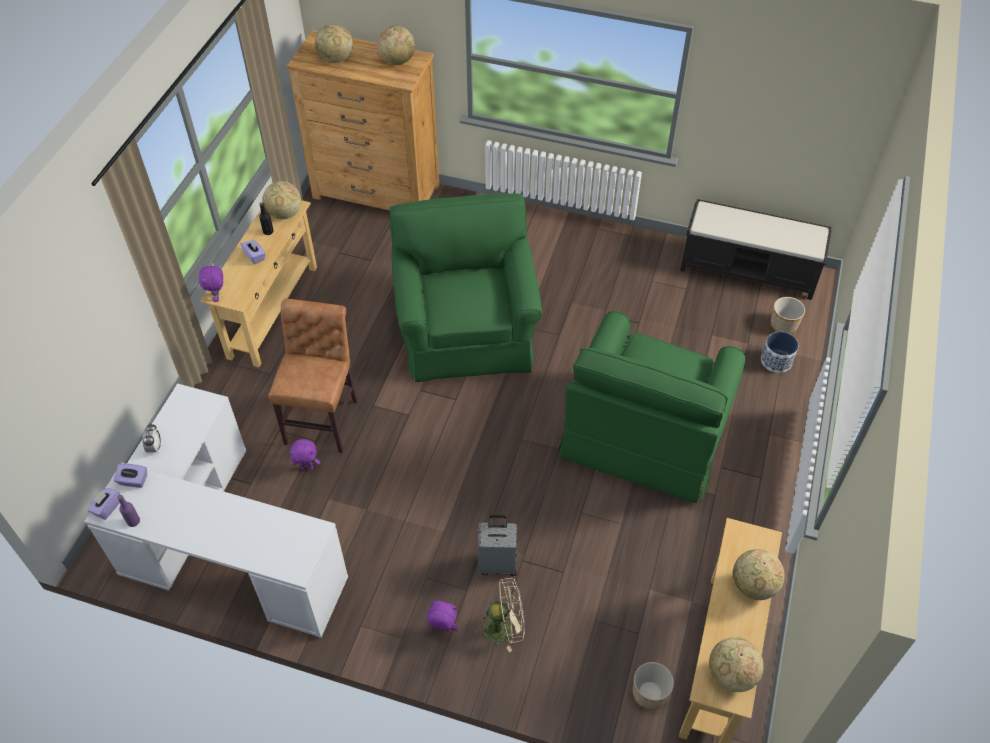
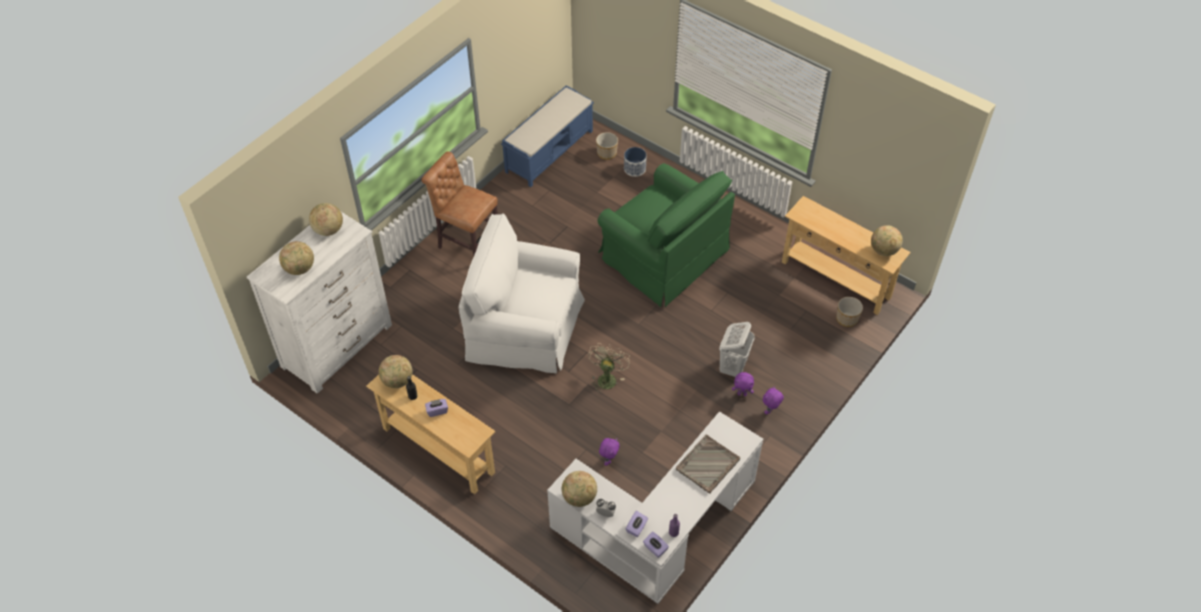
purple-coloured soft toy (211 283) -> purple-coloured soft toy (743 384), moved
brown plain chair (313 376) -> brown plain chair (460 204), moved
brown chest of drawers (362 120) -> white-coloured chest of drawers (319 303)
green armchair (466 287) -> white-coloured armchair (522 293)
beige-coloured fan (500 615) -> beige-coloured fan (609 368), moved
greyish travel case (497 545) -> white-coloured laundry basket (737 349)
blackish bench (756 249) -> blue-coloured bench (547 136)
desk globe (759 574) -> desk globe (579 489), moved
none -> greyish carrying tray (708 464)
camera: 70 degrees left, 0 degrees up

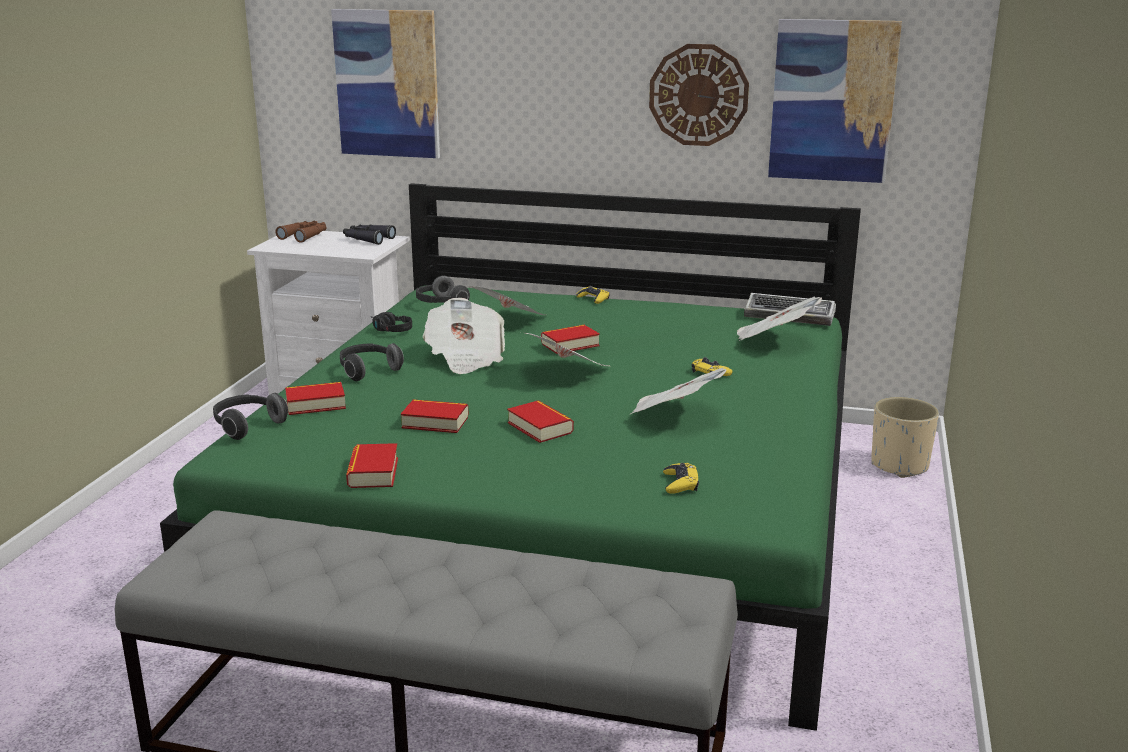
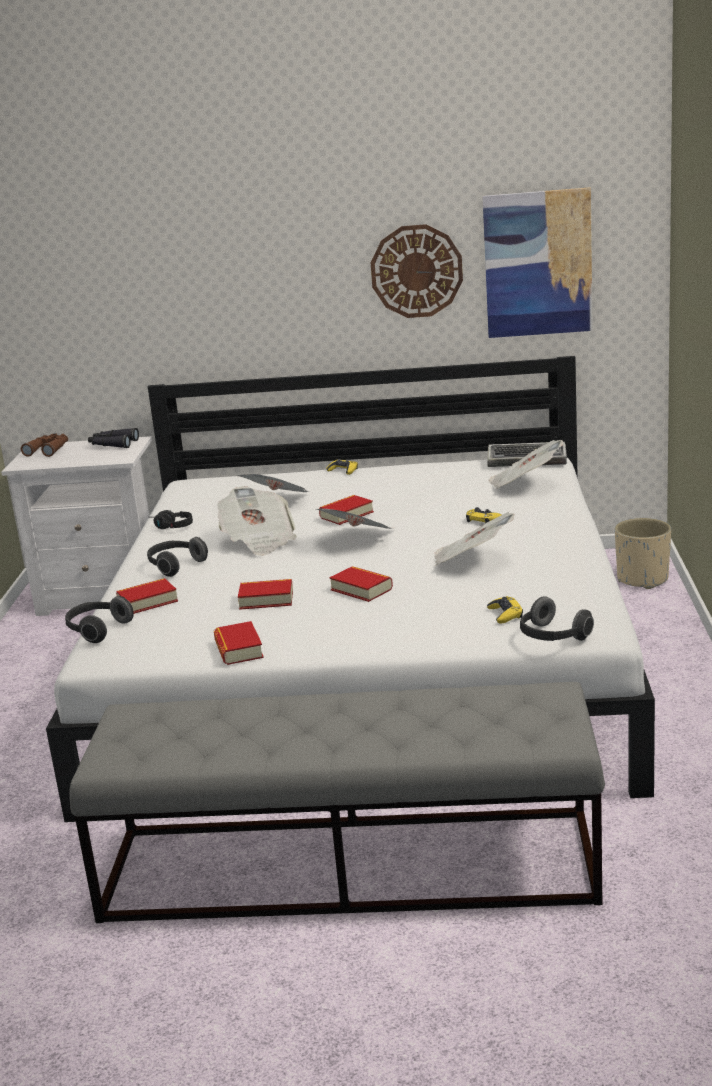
green bed (510 457) -> white-coloured bed (350 589)
picture (385 83) -> none
headphones (443 289) -> headphones (557 618), moved
camera: 10 degrees left, 0 degrees up

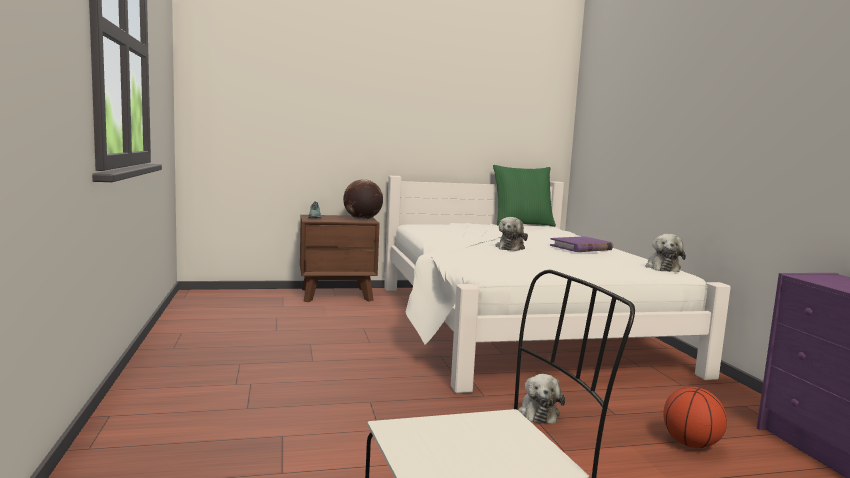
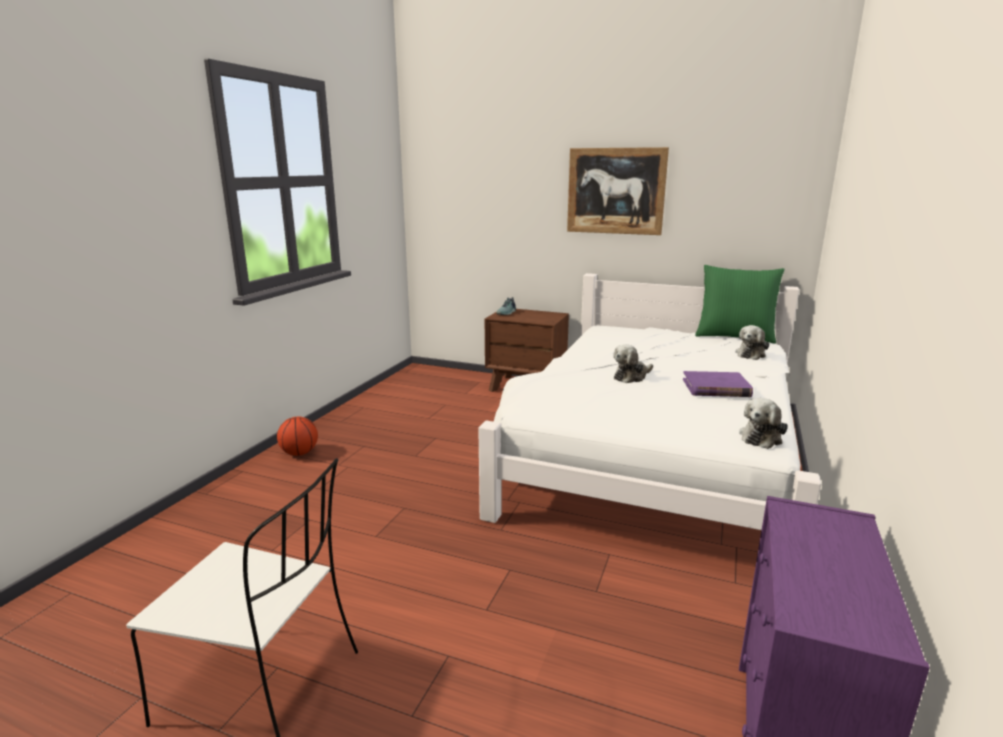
desk globe (363 199) -> none
soft toy (541 399) -> soft toy (752 342), moved
ball for basketball (695 417) -> ball for basketball (297 436), moved
none -> picture (618 191)
camera: 35 degrees right, 10 degrees up

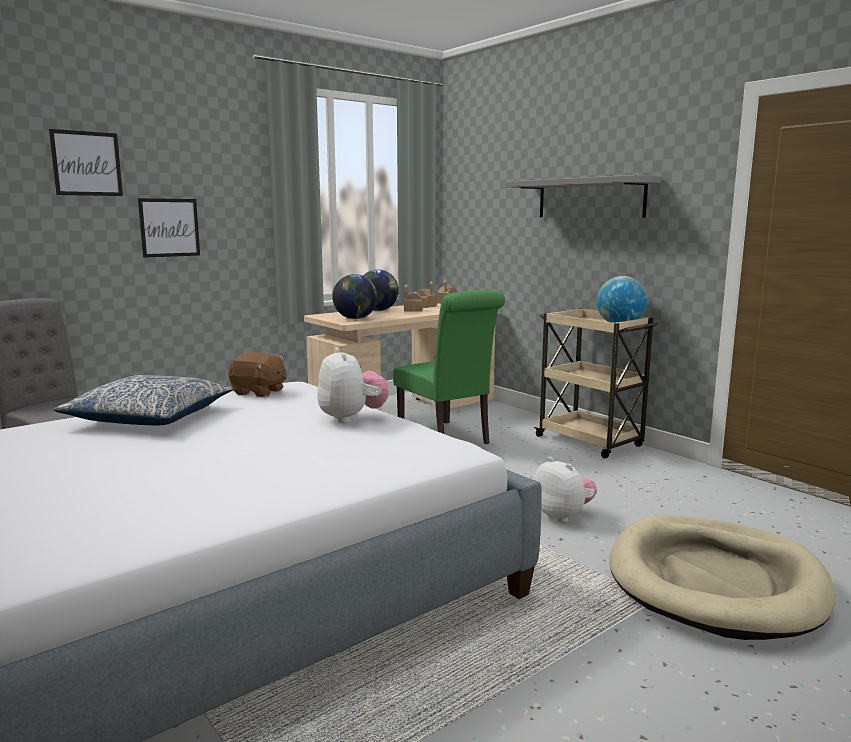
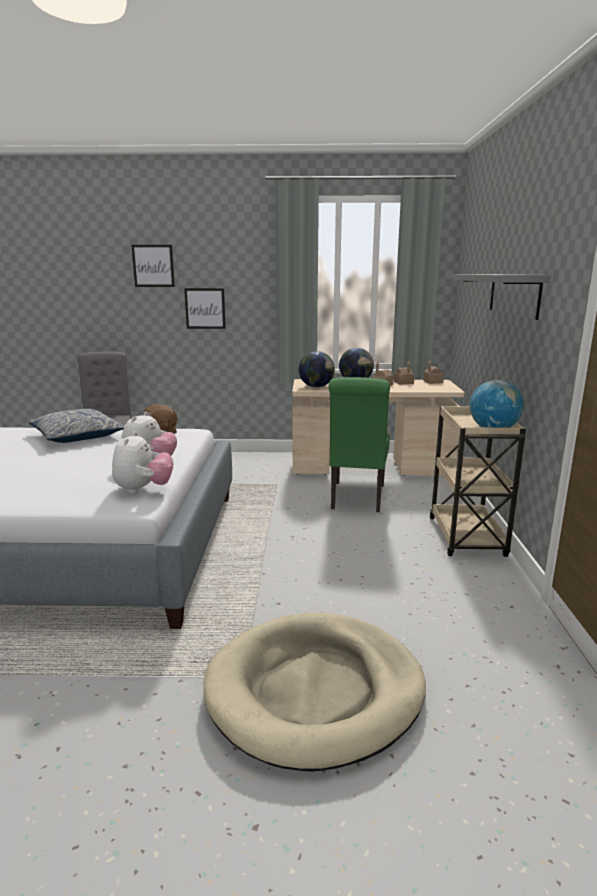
soft toy (565 490) -> soft toy (142 462), moved
camera: 40 degrees right, 5 degrees up

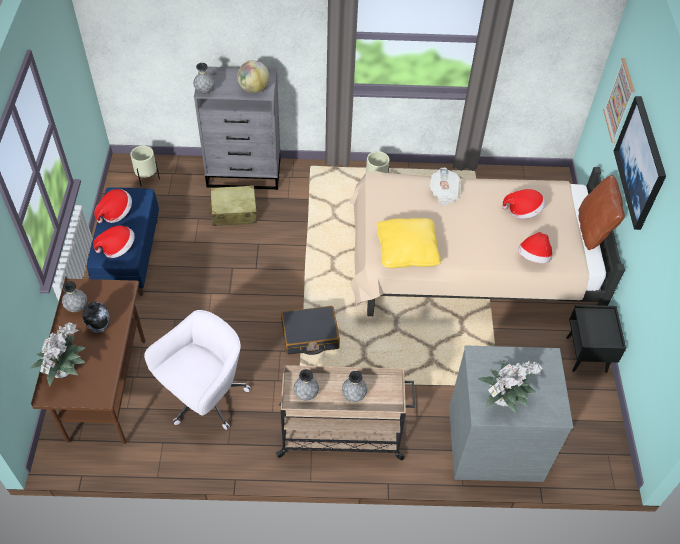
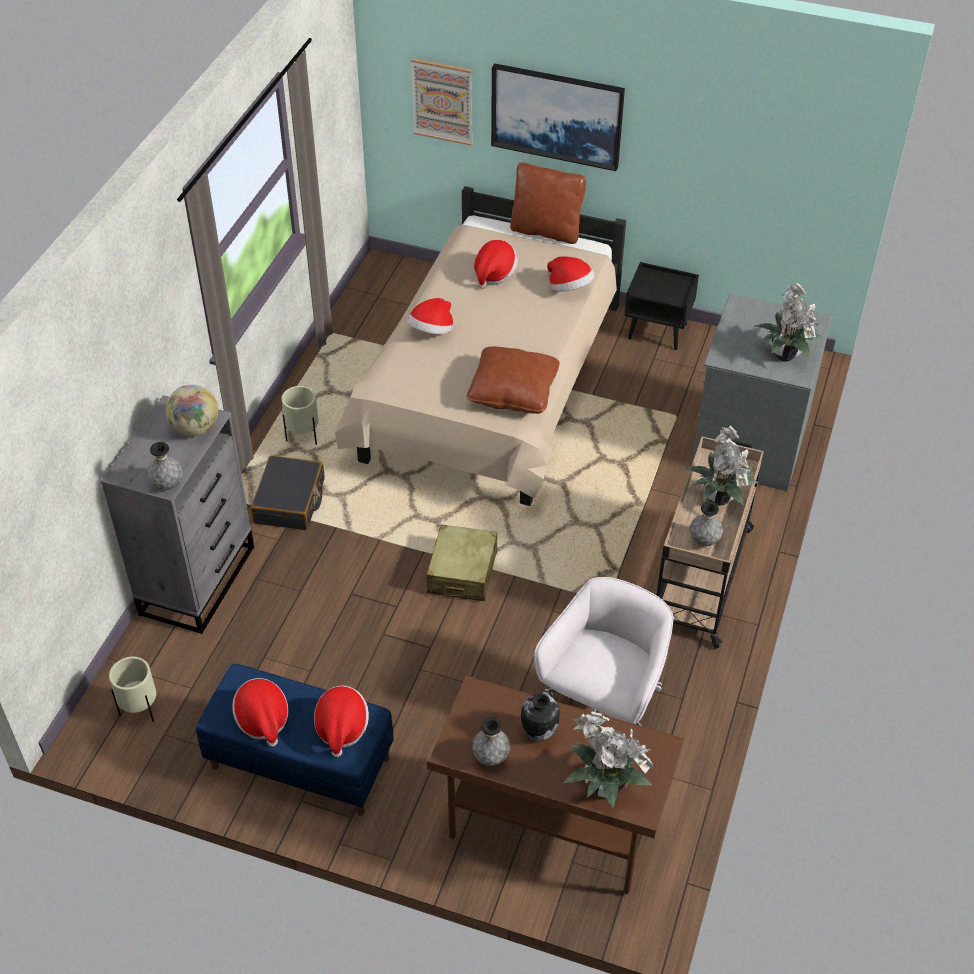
white-coloured computer chair (197 370) -> white-coloured computer chair (604 651), 60 degrees clockwise
beige-coloured travel case (232 205) -> beige-coloured travel case (461 563), moved
blackish travel case (310 330) -> blackish travel case (287 493), moved
greyish decorative vase (354 386) -> houseplant (721 466)
yellowish throw pillow (409 243) -> brown throw pillow (513 380)
newspaper (445 187) -> wearable hat (430 316)
camera: 70 degrees left, 5 degrees down

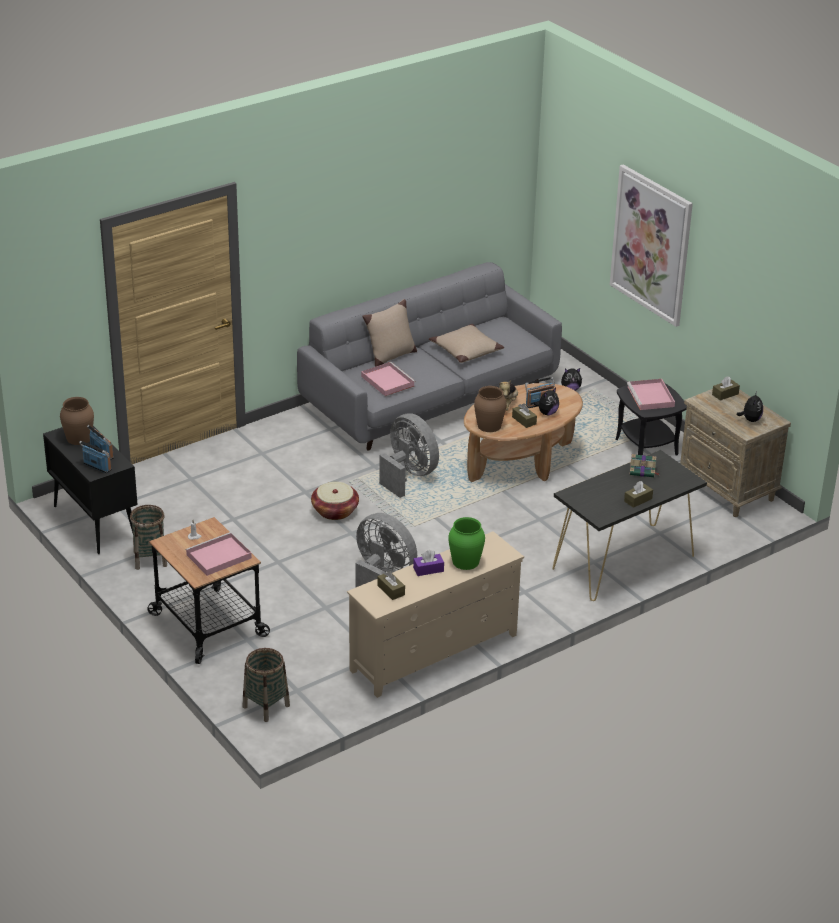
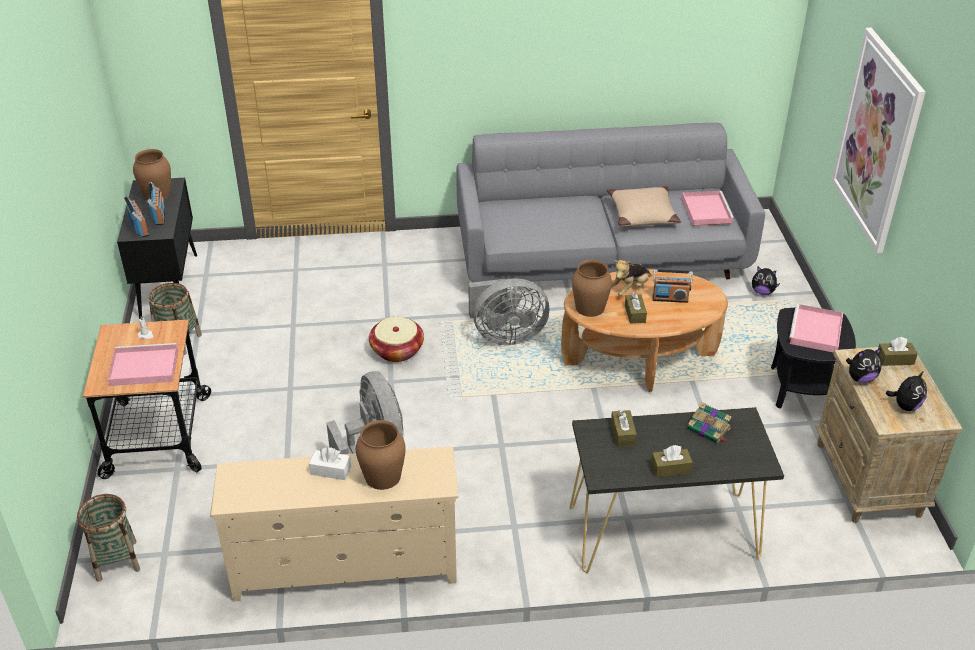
pink-coloured carrying tray (388 379) -> pink-coloured carrying tray (708 208), moved
beige-coloured throw pillow (389 333) -> none
brown tissue box (391 585) -> brown tissue box (624 428), moved
greyish fan (409 455) -> greyish fan (508 311), 90 degrees clockwise
purple-coloured tissue box (428 563) -> white-coloured tissue box (330 463)
green decorative vase (466 543) -> brown decorative vase (381 455)
soft toy (546 401) -> soft toy (864 365), moved
camera: 30 degrees right, 5 degrees up

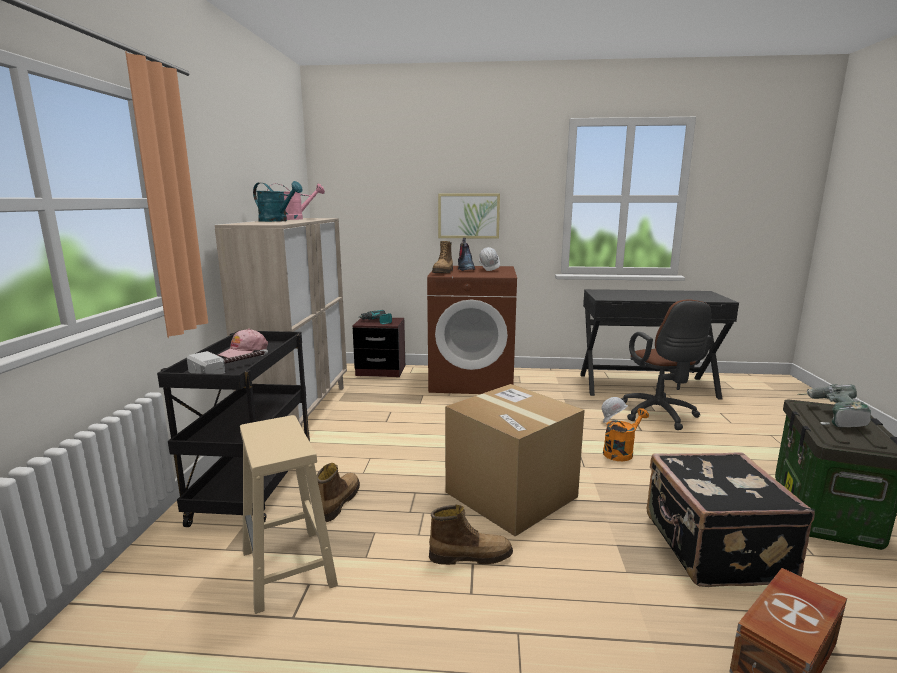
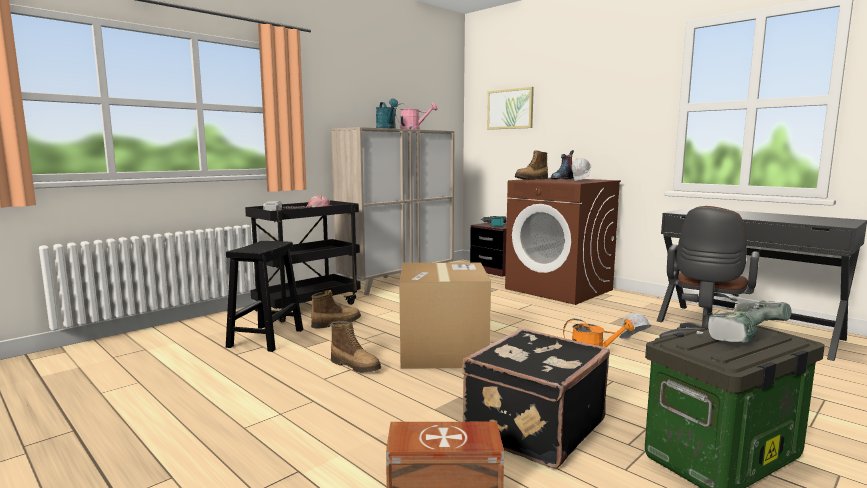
beige-coloured stool (289 514) -> blackish stool (264 296)
picture (469 216) -> picture (510 108), moved
camera: 40 degrees right, 5 degrees down

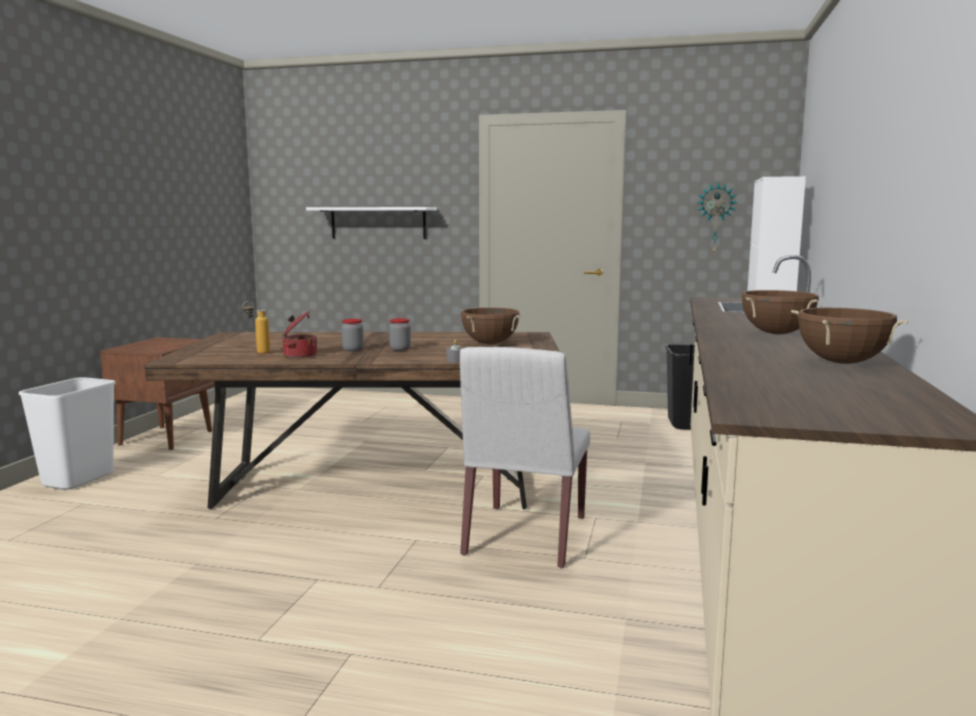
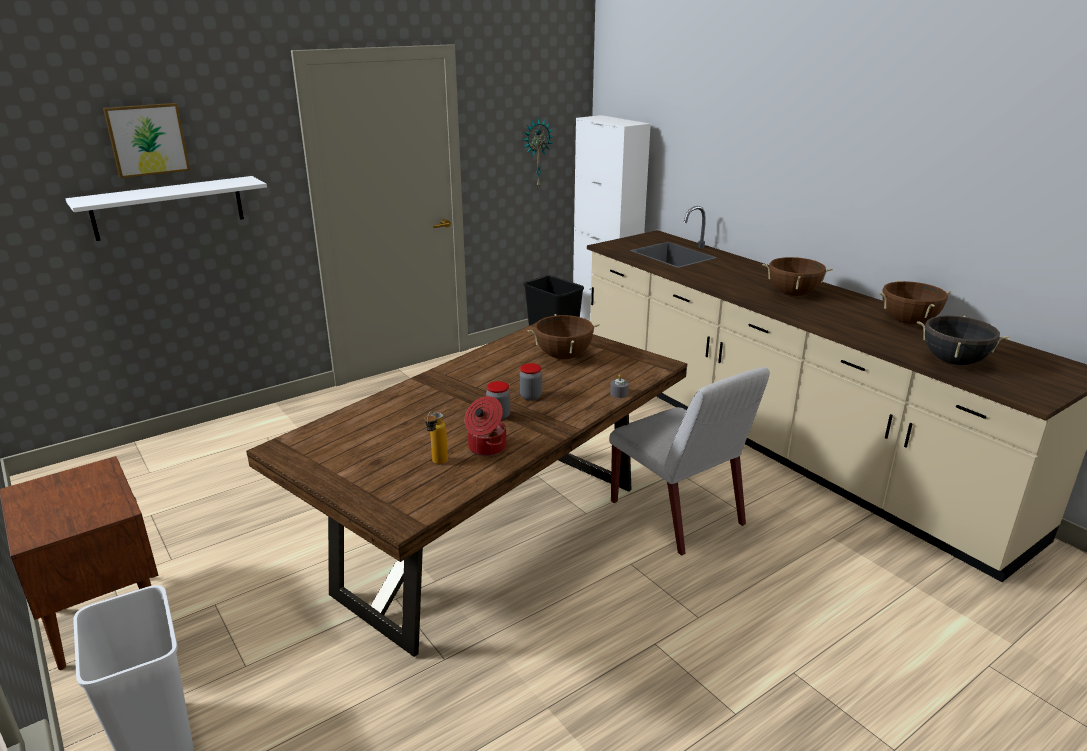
none -> picture (146 140)
none -> blackish saucepot (963 340)
camera: 50 degrees left, 15 degrees up

